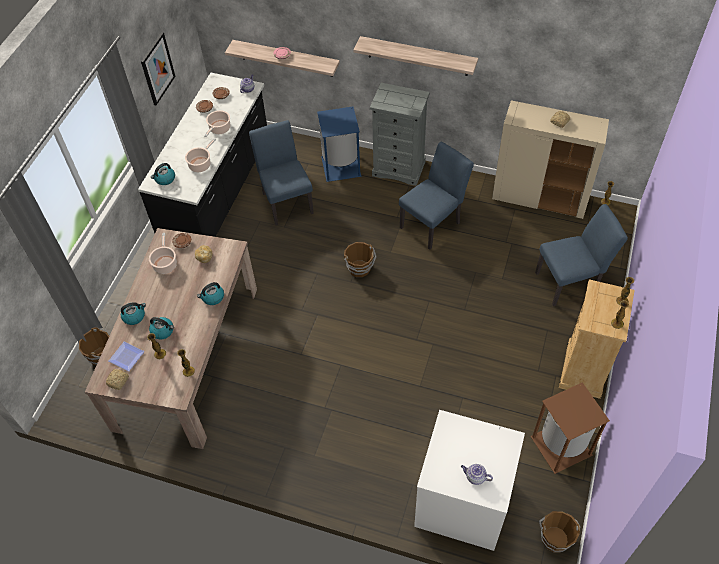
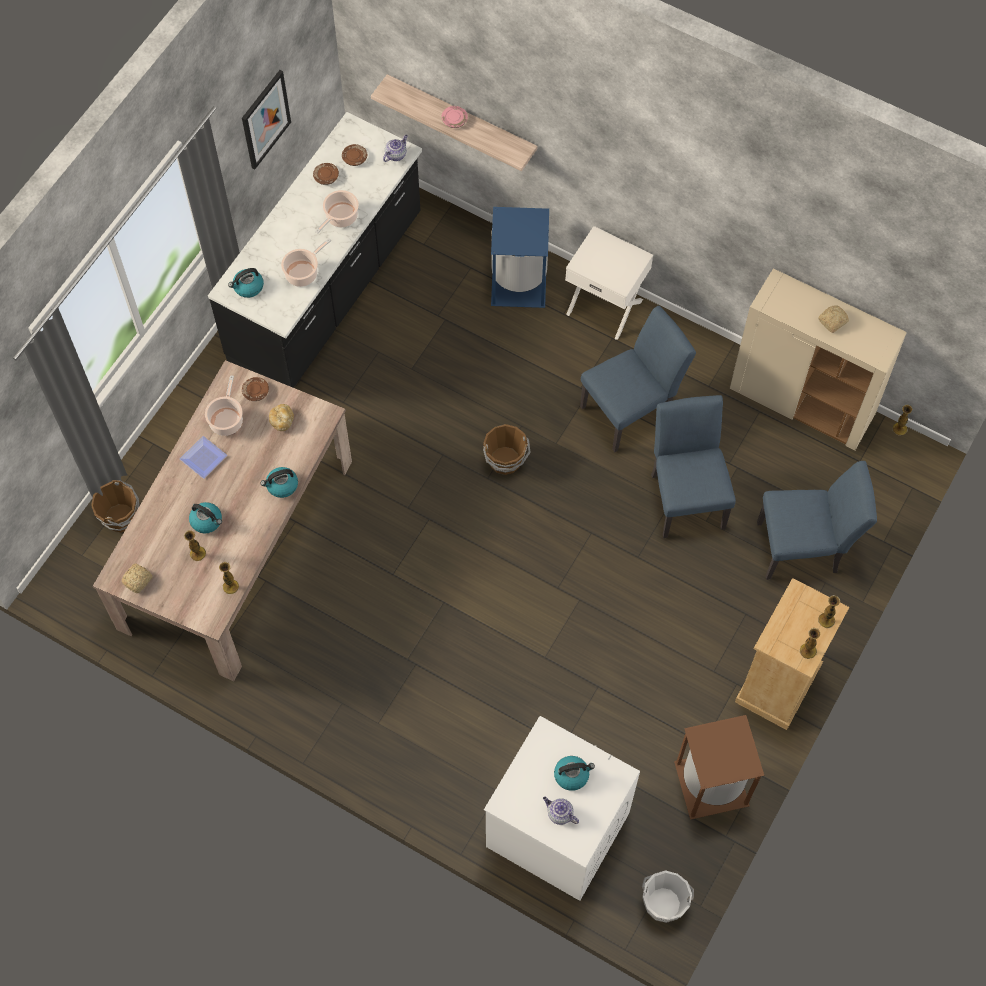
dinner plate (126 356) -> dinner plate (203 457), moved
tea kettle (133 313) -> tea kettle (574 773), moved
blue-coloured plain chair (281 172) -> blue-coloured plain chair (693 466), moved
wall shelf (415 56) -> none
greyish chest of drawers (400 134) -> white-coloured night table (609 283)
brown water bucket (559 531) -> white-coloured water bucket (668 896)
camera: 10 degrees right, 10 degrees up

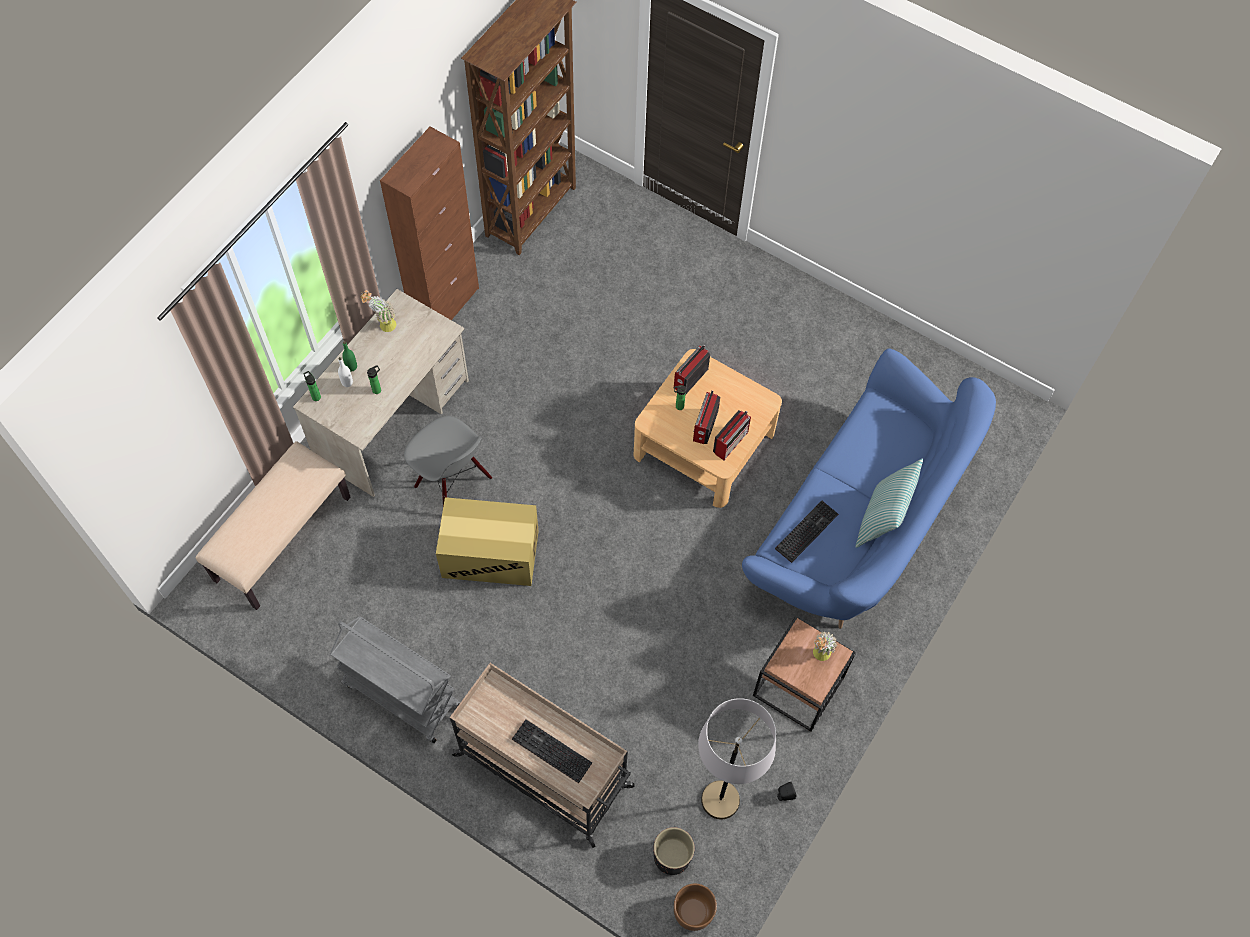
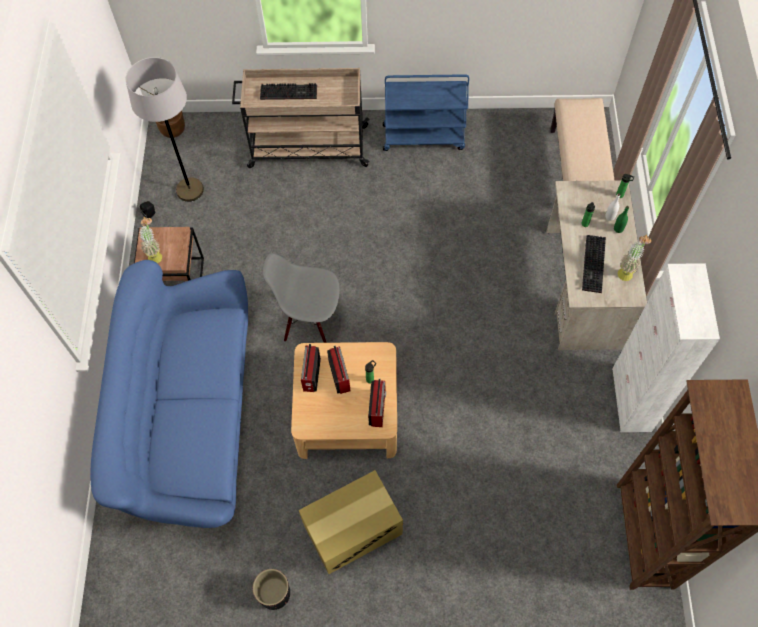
greyish cart (395 679) -> blue-coloured cart (426 112)
brown cabinet (429 223) -> white-coloured cabinet (666 347)
greyish plain chair (448 461) -> greyish plain chair (301 298), moved
cardboard box (487 541) -> cardboard box (351 522), moved
blackish flower pot (674 851) -> blackish flower pot (271 589), moved
PC keyboard (806 532) -> PC keyboard (594 264), moved
throw pillow (889 503) -> none
camera: 150 degrees right, 0 degrees up

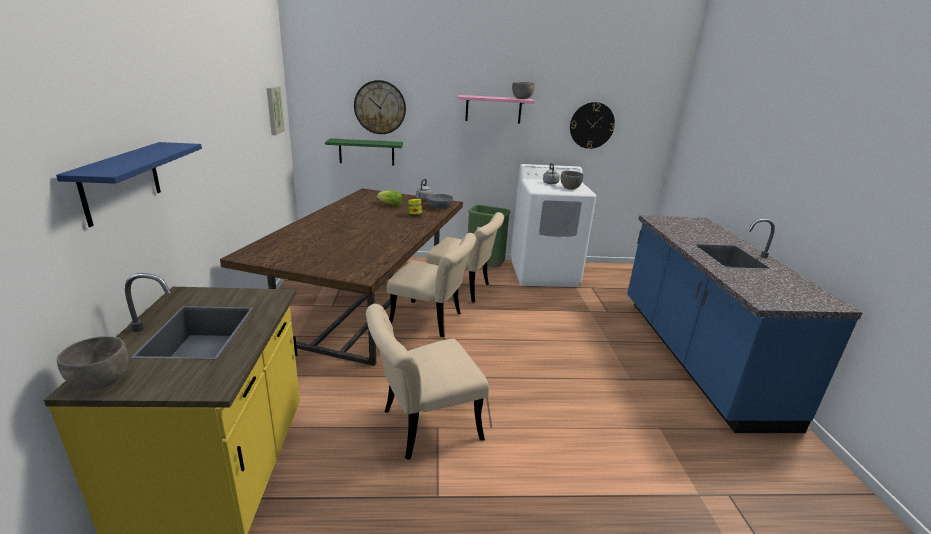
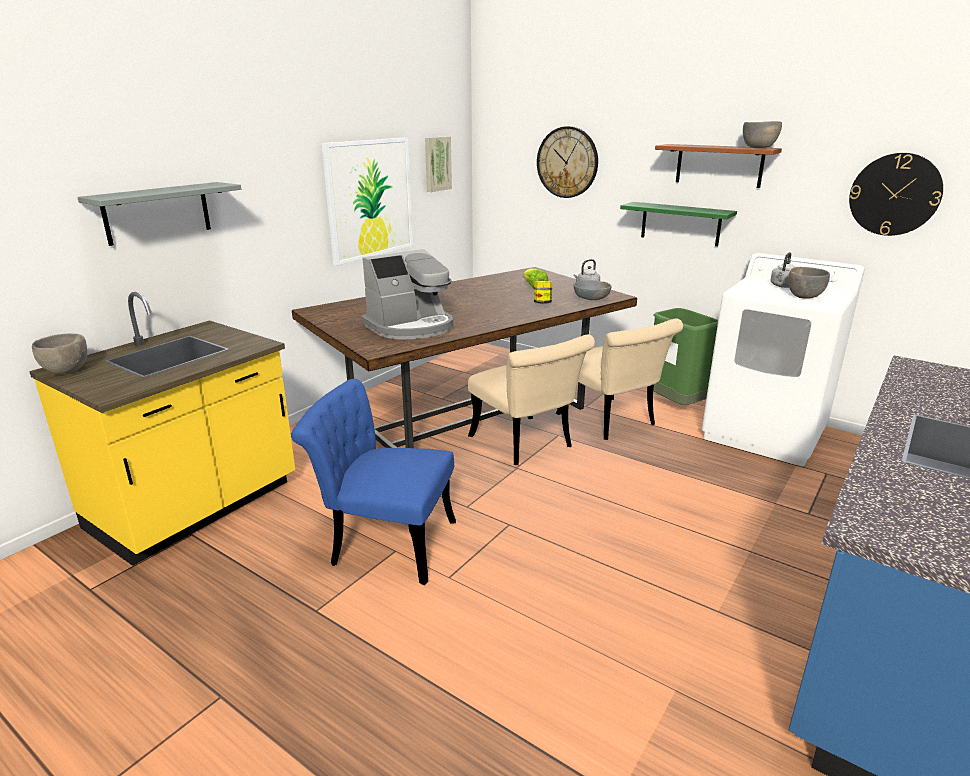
blue-coloured wall shelf (129 184) -> greyish wall shelf (159 214)
green wall shelf (364 152) -> green wall shelf (678 224), moved
beige-coloured plain chair (427 382) -> blue-coloured plain chair (373 482)
pink-coloured wall shelf (496 109) -> brown wall shelf (718 166)
none -> picture (367 201)
none -> coffee brewer (407 294)
camera: 40 degrees right, 0 degrees up

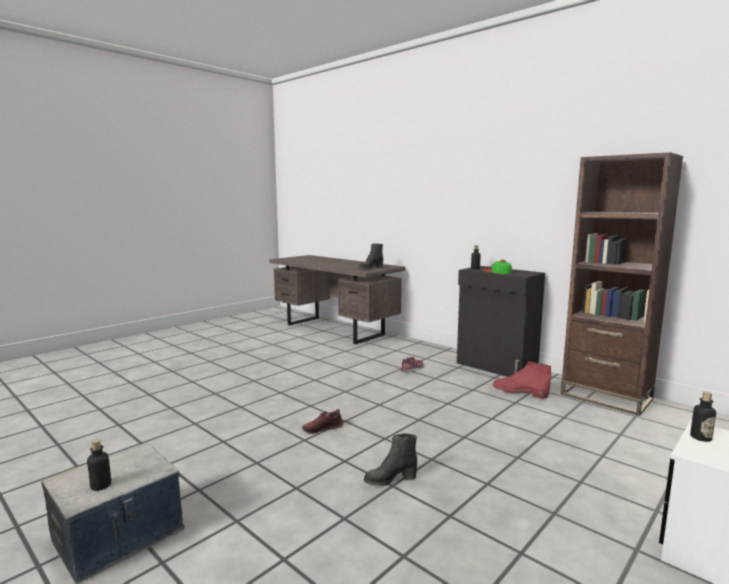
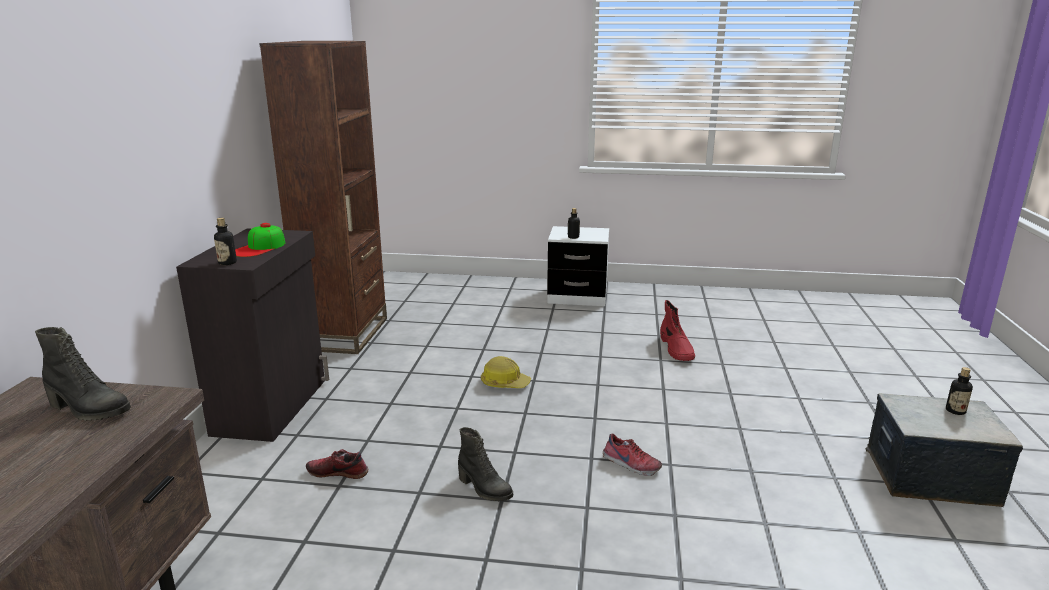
blackish tall boot (390 459) -> blackish tall boot (485 464), moved
reddish tall boot (522 379) -> reddish tall boot (677 330), moved
none -> safety helmet (506 372)
camera: 125 degrees left, 10 degrees up

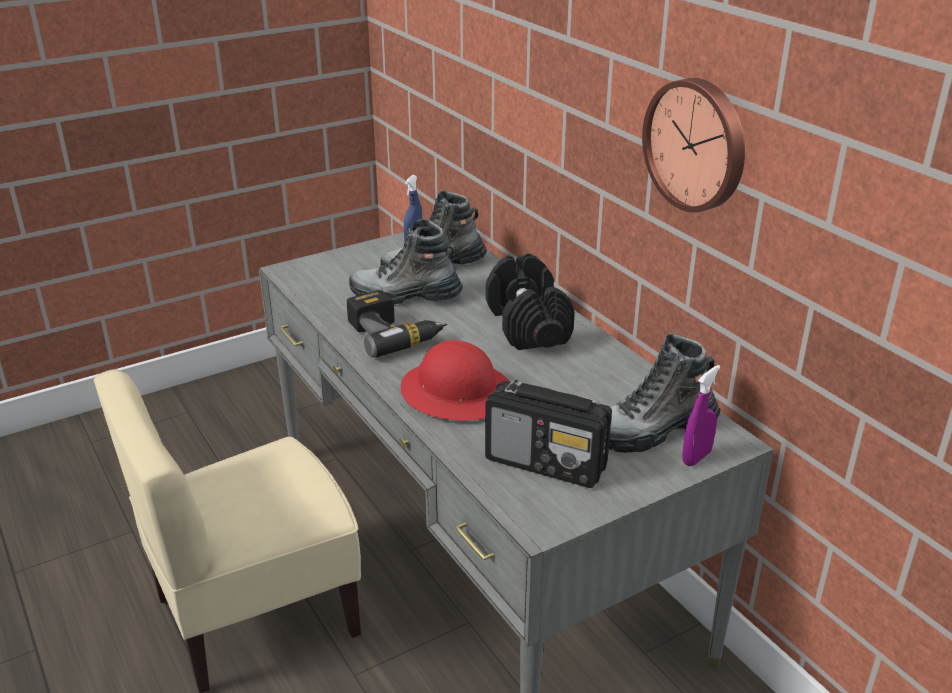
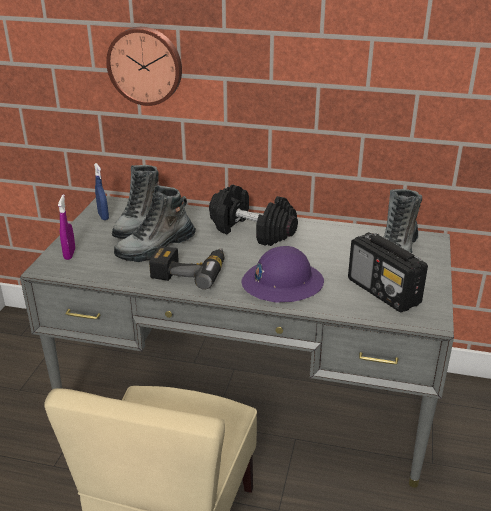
reddish safety helmet (455 380) -> purple-coloured safety helmet (283 274)
radio set (548 434) -> radio set (388 272), 75 degrees clockwise
wall clock (693 145) -> wall clock (144 66), moved
purple-coloured sprayer (701 415) -> purple-coloured sprayer (66 227), moved
camera: 45 degrees left, 0 degrees up

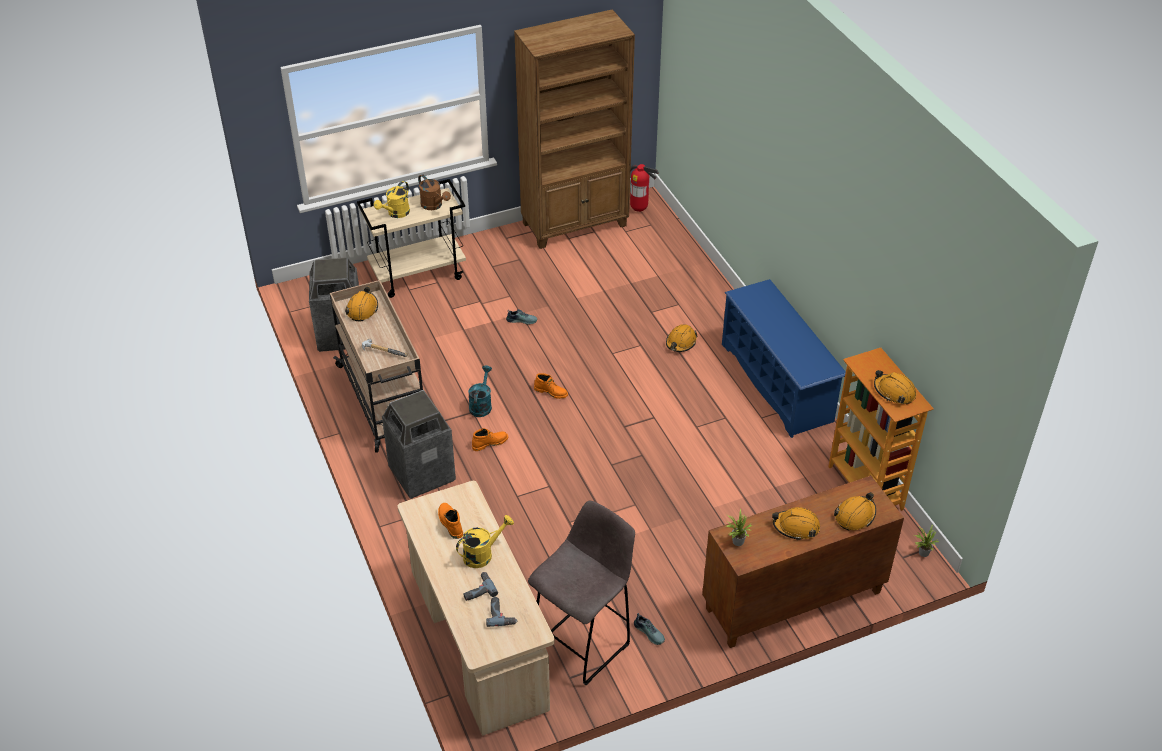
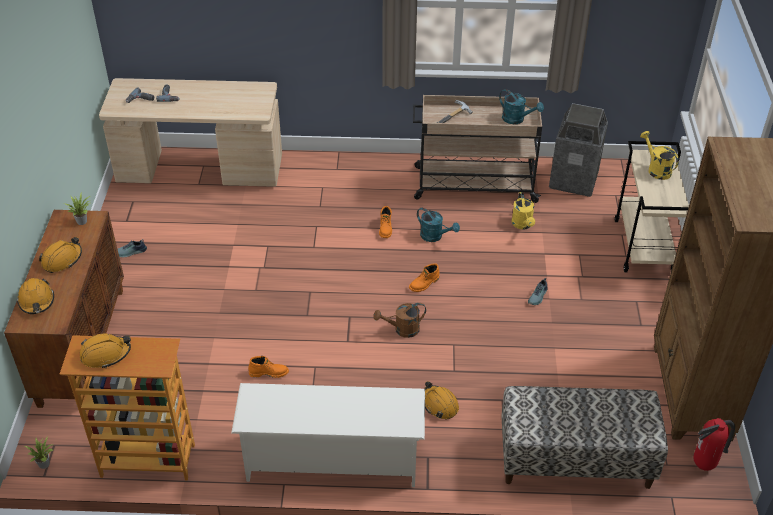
orangey safety helmet (361 304) -> turquoise-coloured sprinkling can (521 106)
waste bin (419 444) -> none
brown sprinkling can (434 192) -> brown sprinkling can (399 320), moved
orangey tall boot (450 521) -> orangey tall boot (268 367), moved
yellowish sprinkling can (485 541) -> yellowish sprinkling can (523 210), moved
greyish stool (581 593) -> none
blue-coloured shoe shelf (784 358) -> white-coloured shoe shelf (328 435)
none -> bench (584 437)
camera: 115 degrees right, 0 degrees up

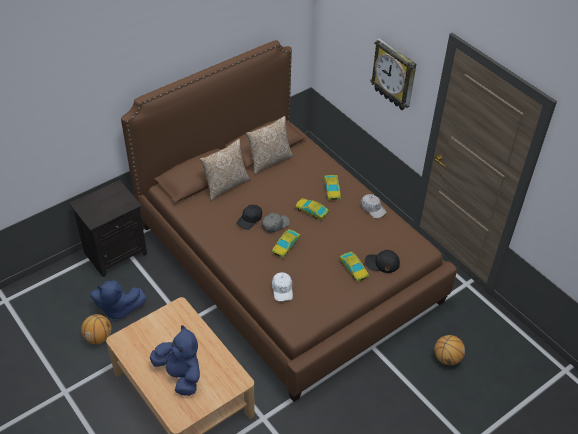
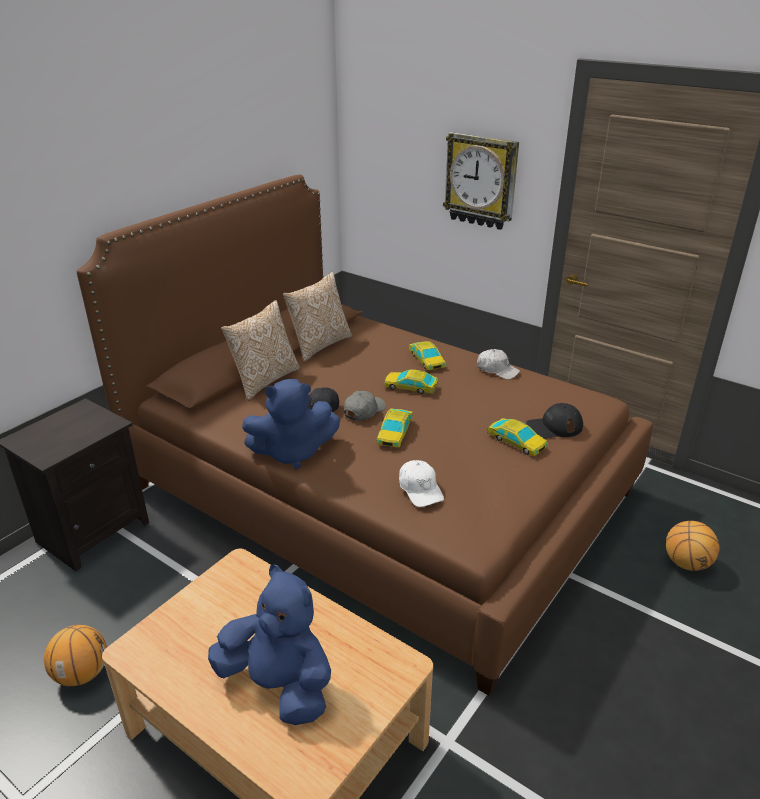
blue-coloured soft toy (118 301) -> blue-coloured soft toy (291 424), moved
camera: 15 degrees left, 15 degrees down

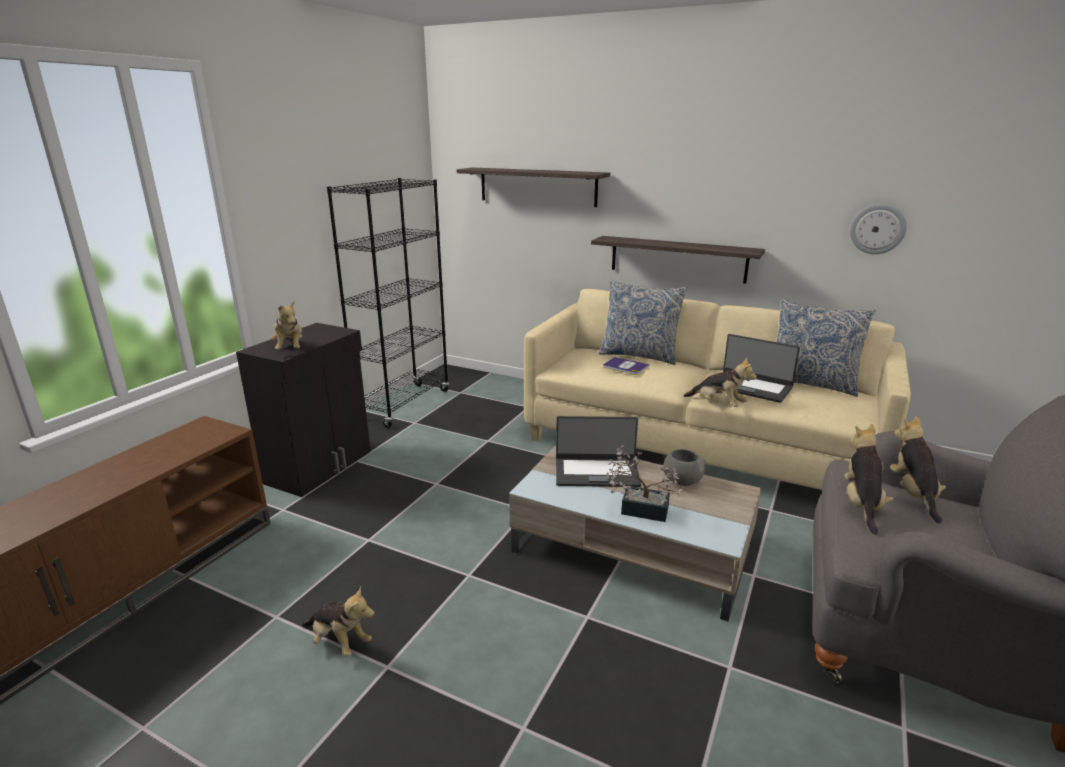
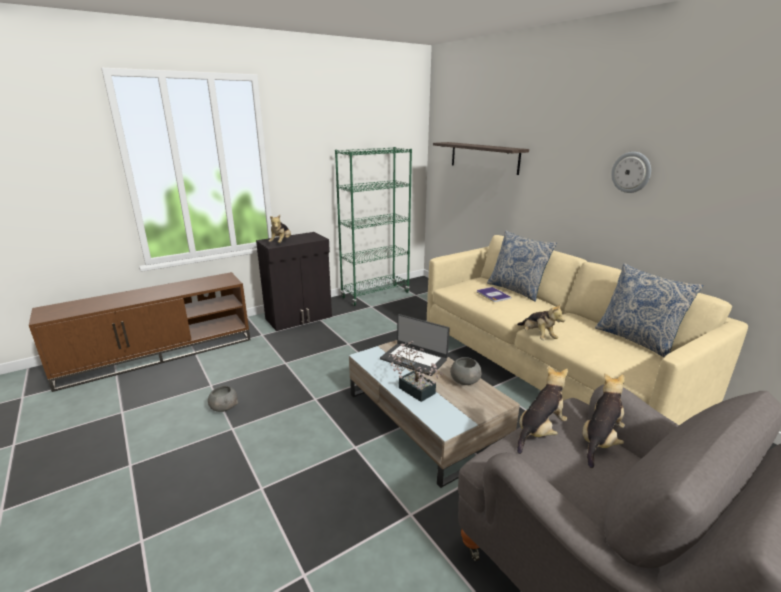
soft toy (338 621) -> greyish deep dish (223 399)
blackish shelving unit (388 303) -> green shelving unit (373 226)
wall shelf (678 260) -> none
portable computer (761 368) -> none
wall clock (878 229) -> wall clock (631 172), moved
camera: 30 degrees right, 0 degrees up

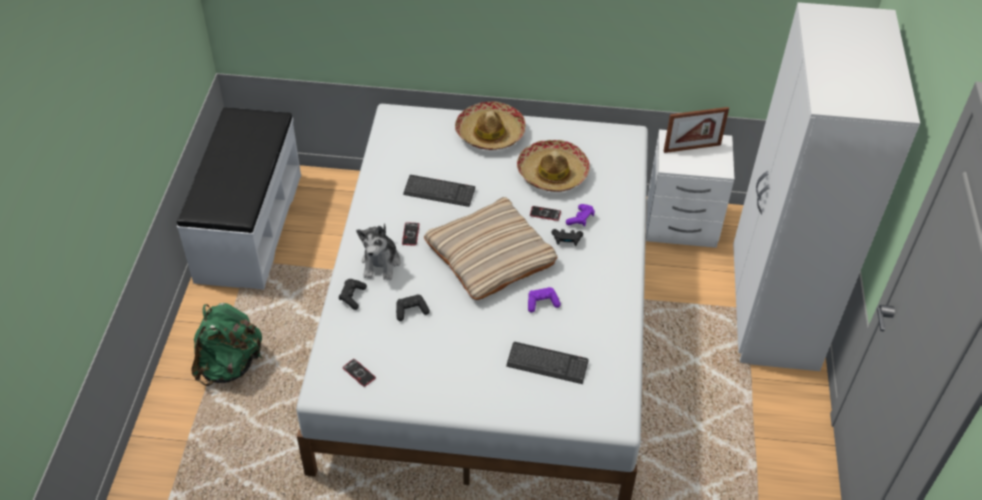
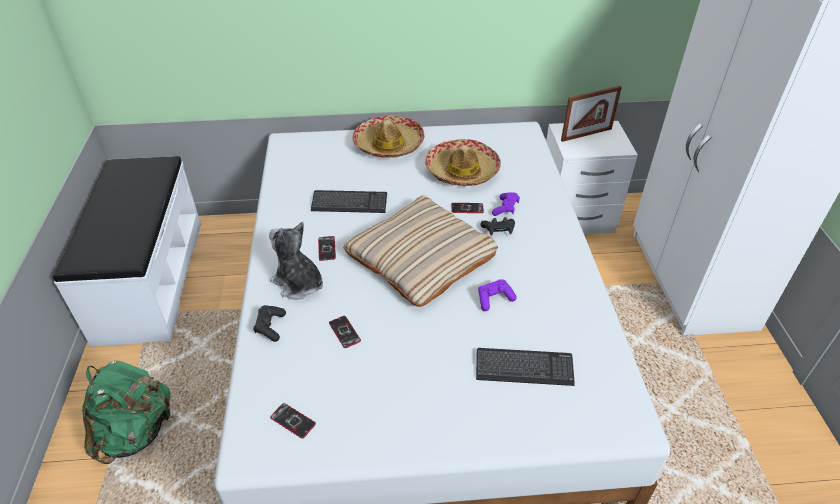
soft toy (378 251) -> soft toy (296 261), 135 degrees clockwise
blackish game controller (413 307) -> handset (345 332)
camera: 10 degrees left, 5 degrees down

